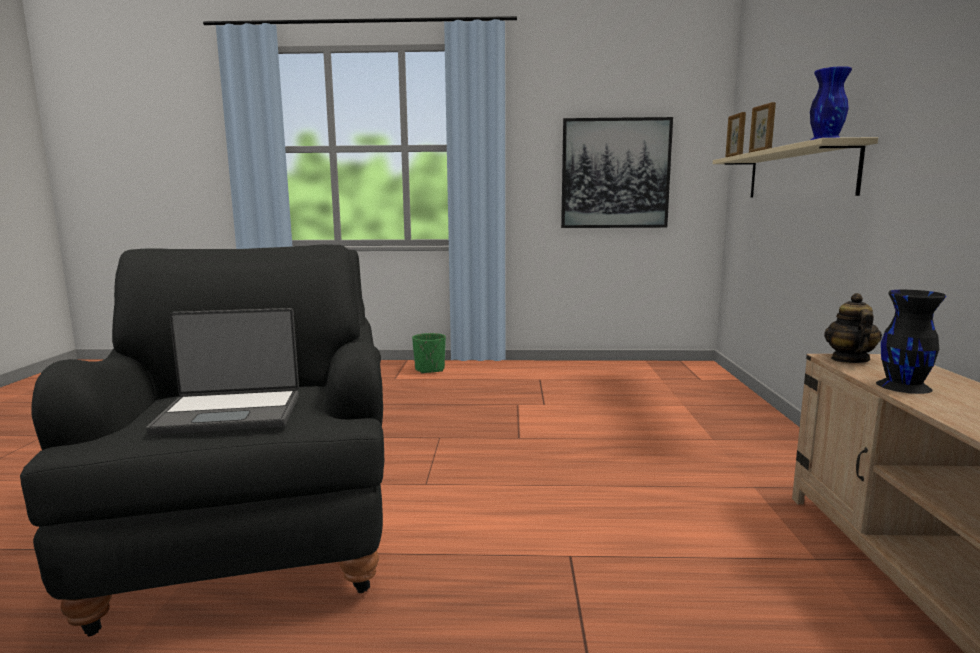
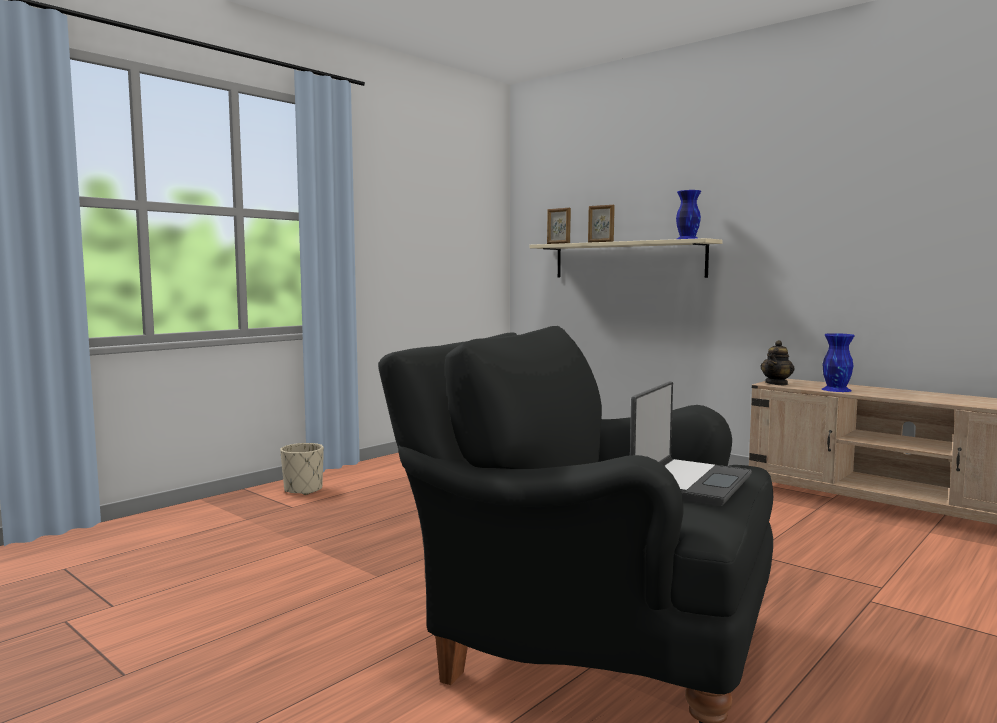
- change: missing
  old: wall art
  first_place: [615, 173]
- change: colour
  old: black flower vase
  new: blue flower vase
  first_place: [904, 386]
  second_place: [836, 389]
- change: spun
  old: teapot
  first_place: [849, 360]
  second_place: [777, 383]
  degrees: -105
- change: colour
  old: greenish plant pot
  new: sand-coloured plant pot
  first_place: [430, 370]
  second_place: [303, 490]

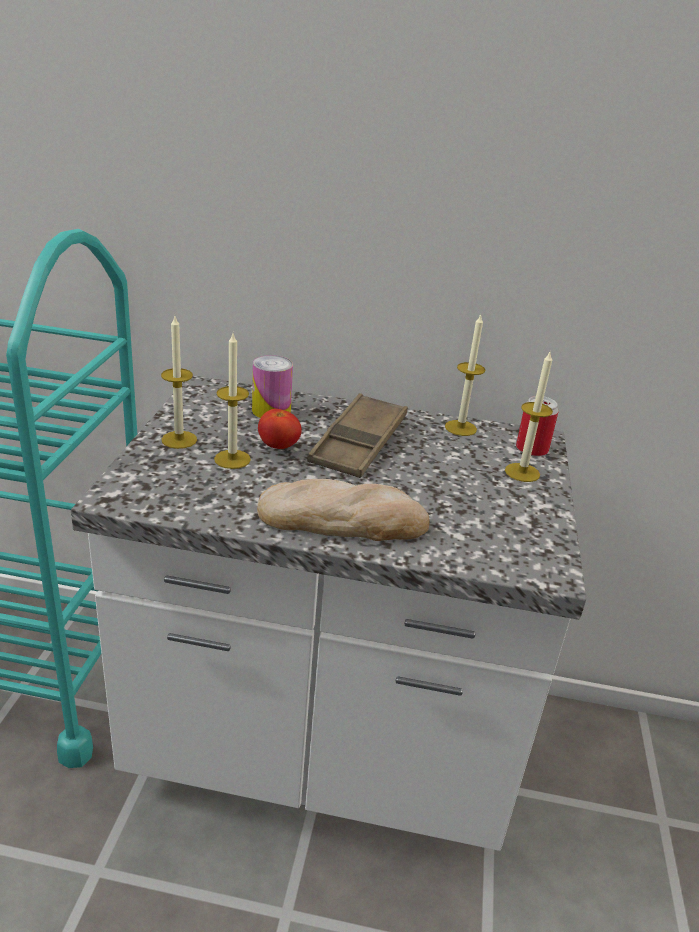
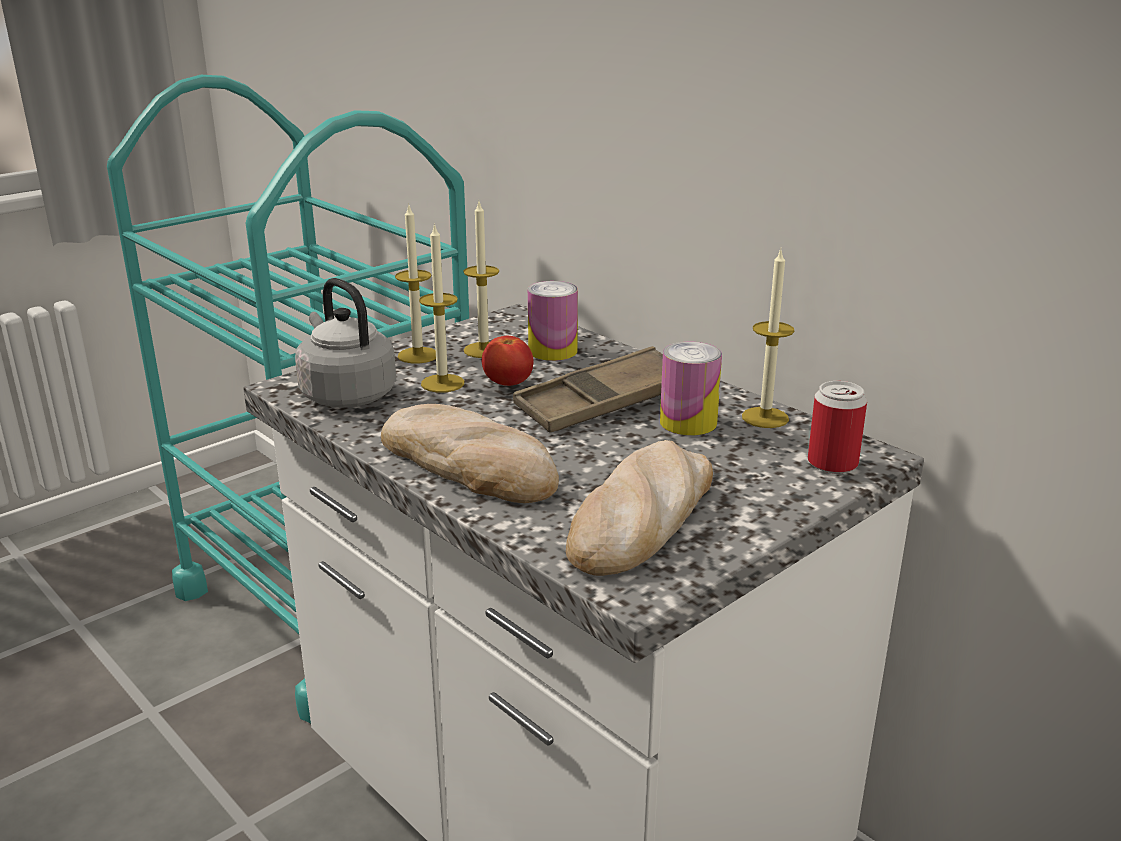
- change: relocated
  old: wax light
  first_place: [522, 472]
  second_place: [484, 350]
- change: appeared
  new: greyish tea kettle
  second_place: [346, 394]
- change: appeared
  new: metal can
  second_place: [688, 422]
- change: appeared
  new: baked bread
  second_place: [641, 517]

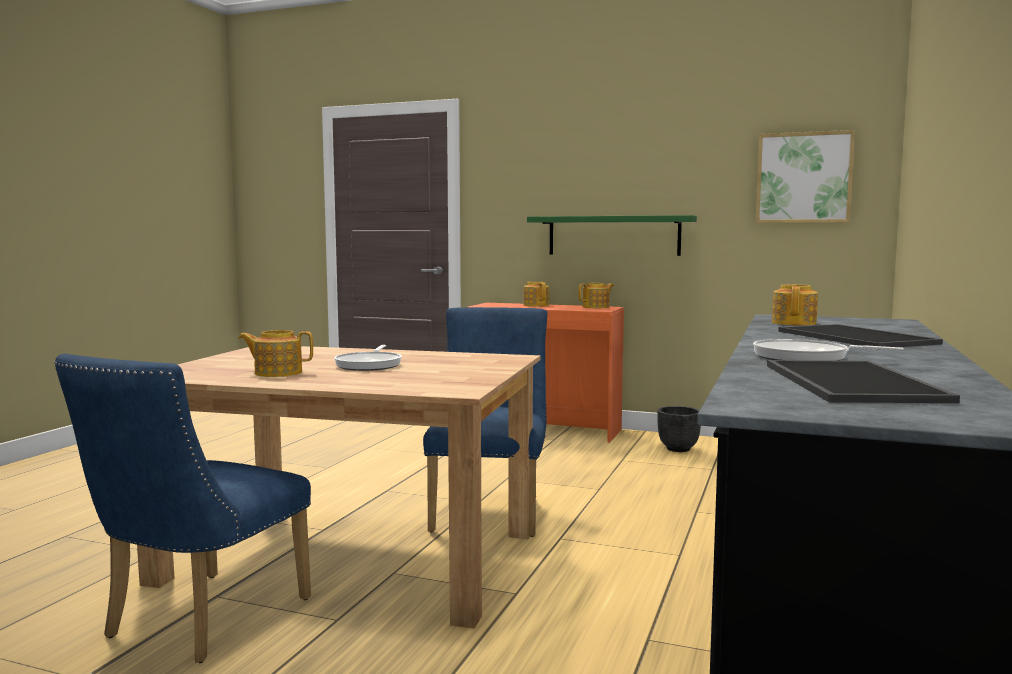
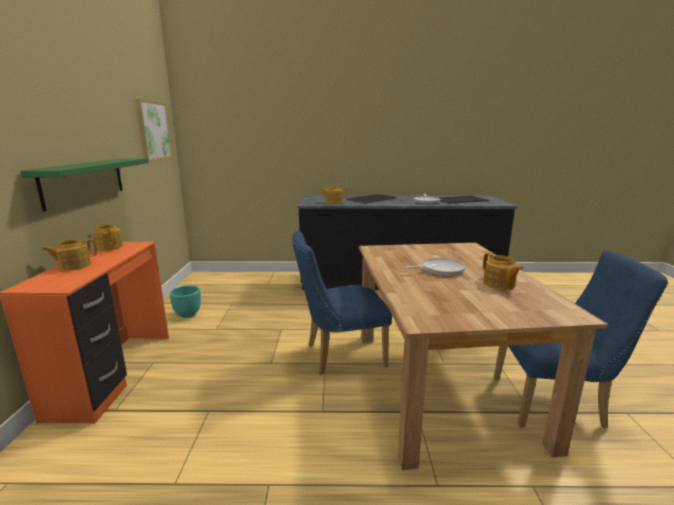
- change: colour
  old: black plant pot
  new: turquoise plant pot
  first_place: [678, 449]
  second_place: [187, 314]

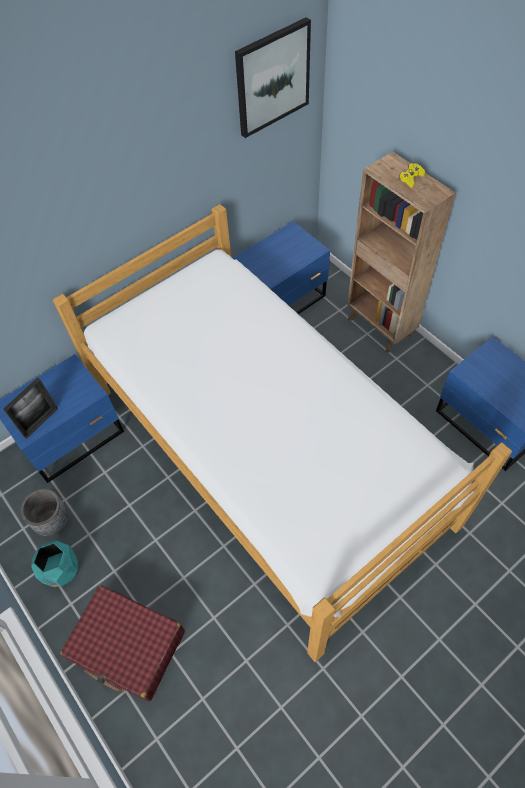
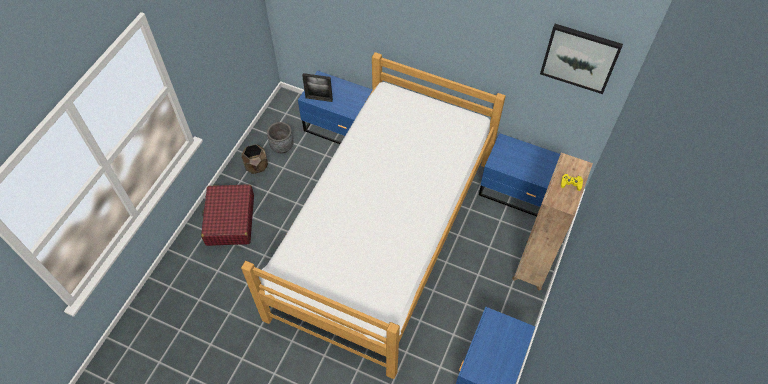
- change: colour
  old: turquoise plant pot
  new: brown plant pot
  first_place: [62, 570]
  second_place: [256, 166]

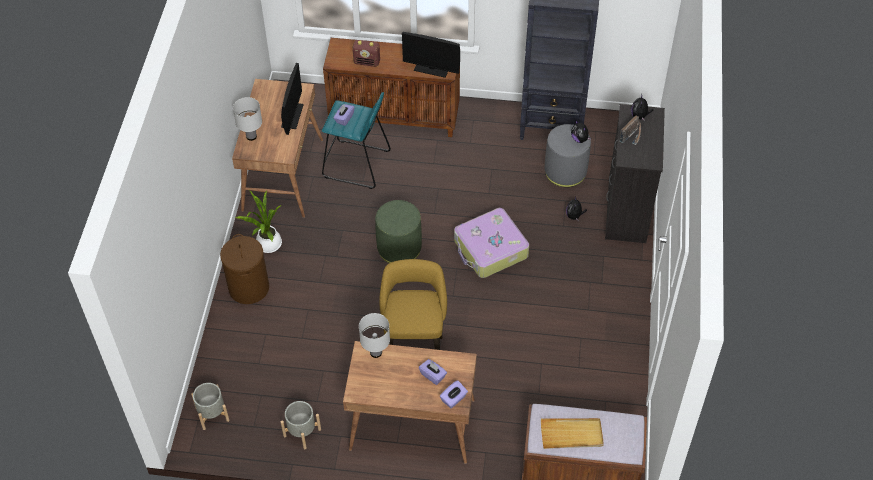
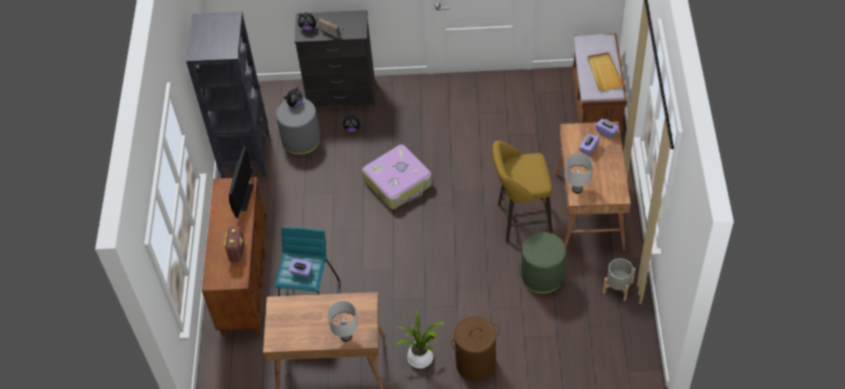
- change: missing
  old: computer display
  first_place: [292, 115]
- change: relocated
  old: greenish pouffe
  first_place: [399, 247]
  second_place: [542, 276]
- change: missing
  old: greyish plant pot
  first_place: [212, 414]

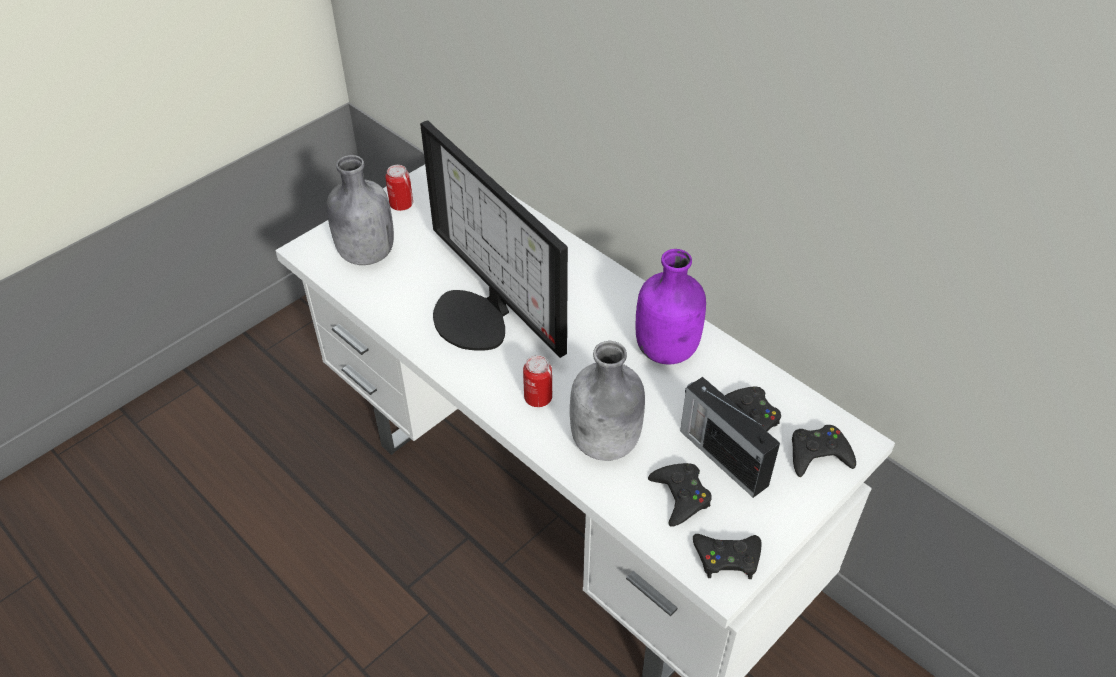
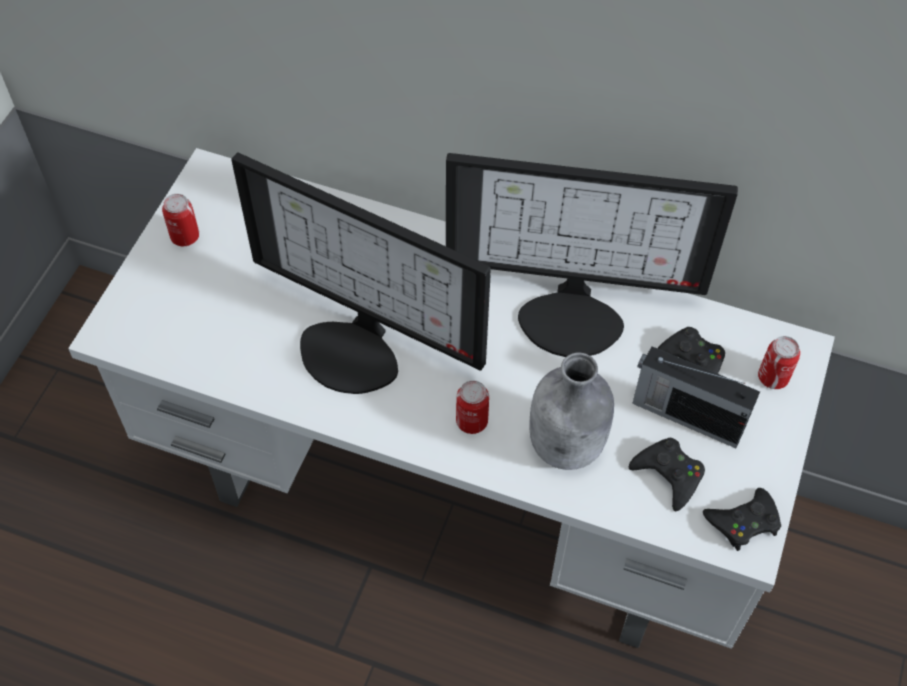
- change: missing
  old: greyish beverage bottle
  first_place: [365, 254]
- change: exchanged
  old: purplish beverage bottle
  new: computer display
  first_place: [667, 349]
  second_place: [573, 314]
- change: exchanged
  old: black game controller
  new: metal can
  first_place: [818, 455]
  second_place: [773, 377]

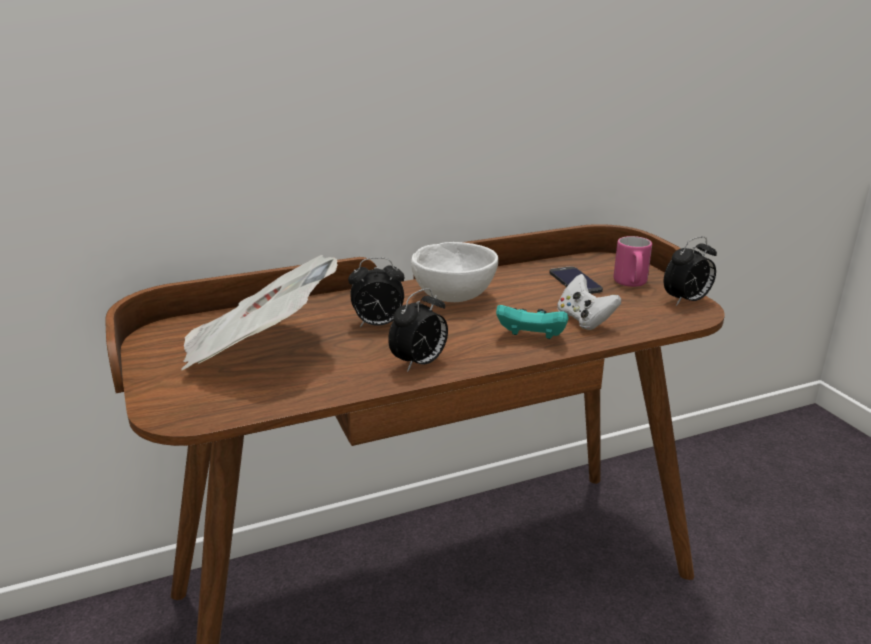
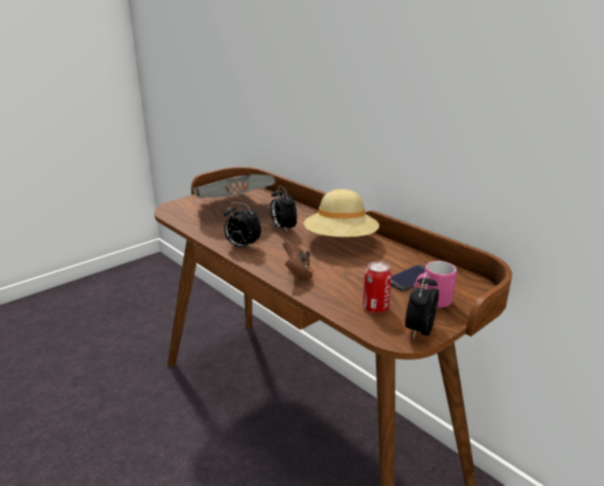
- change: spun
  old: alarm clock
  first_place: [686, 301]
  second_place: [419, 331]
  degrees: 75
- change: exchanged
  old: white-coloured bowl
  new: sand-coloured hat
  first_place: [453, 297]
  second_place: [340, 241]
- change: missing
  old: white-coloured game controller
  first_place: [584, 320]
- change: colour
  old: turquoise game controller
  new: brown game controller
  first_place: [531, 338]
  second_place: [297, 273]
- change: appeared
  new: metal can
  second_place: [375, 308]

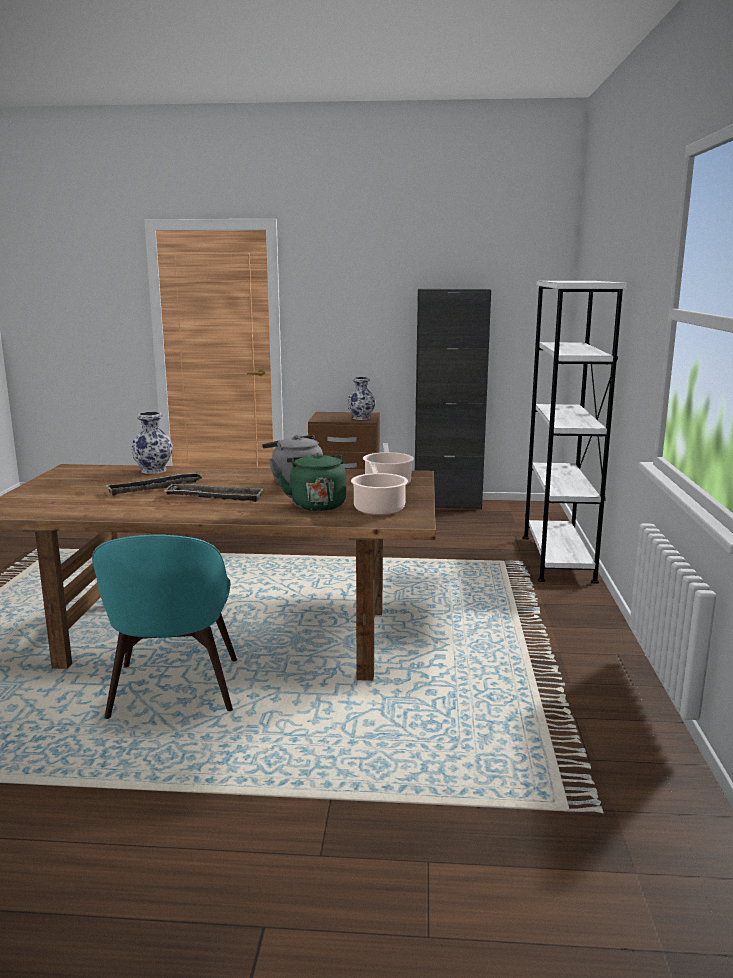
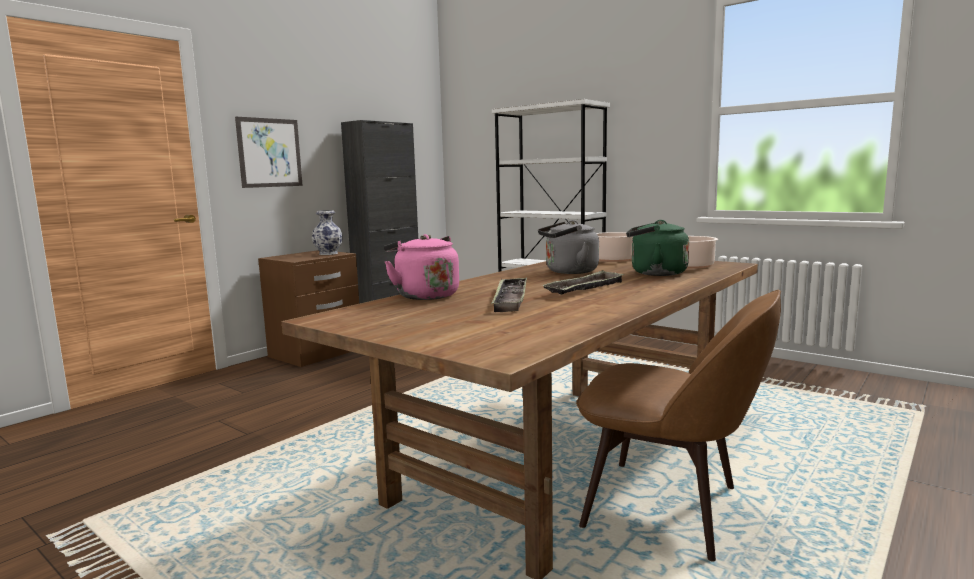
- change: exchanged
  old: flower vase
  new: pinkish tea kettle
  first_place: [154, 470]
  second_place: [424, 295]
- change: colour
  old: turquoise upright chair
  new: brown upright chair
  first_place: [174, 692]
  second_place: [669, 509]
- change: appeared
  new: wall art
  second_place: [269, 153]

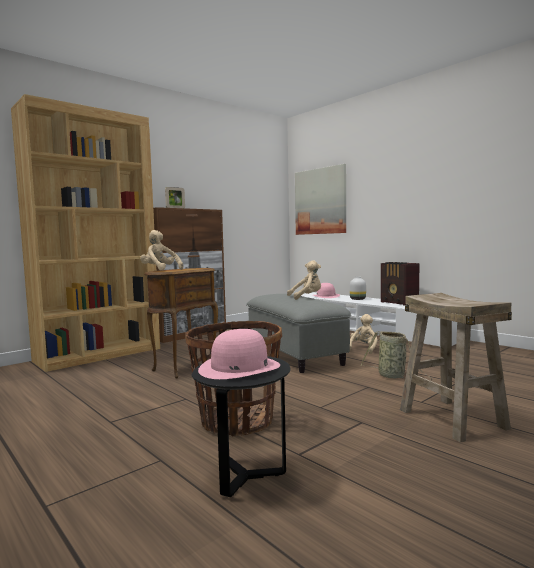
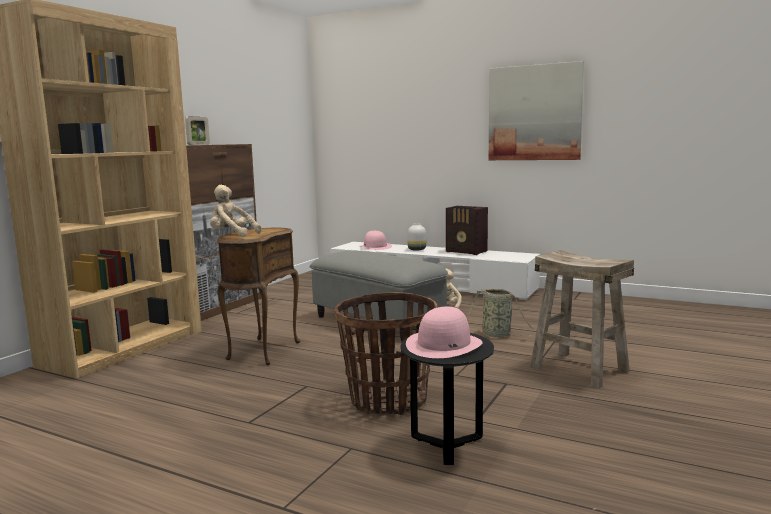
- change: relocated
  old: wall art
  first_place: [320, 201]
  second_place: [534, 113]
- change: missing
  old: sand-coloured cuddly toy
  first_place: [307, 297]

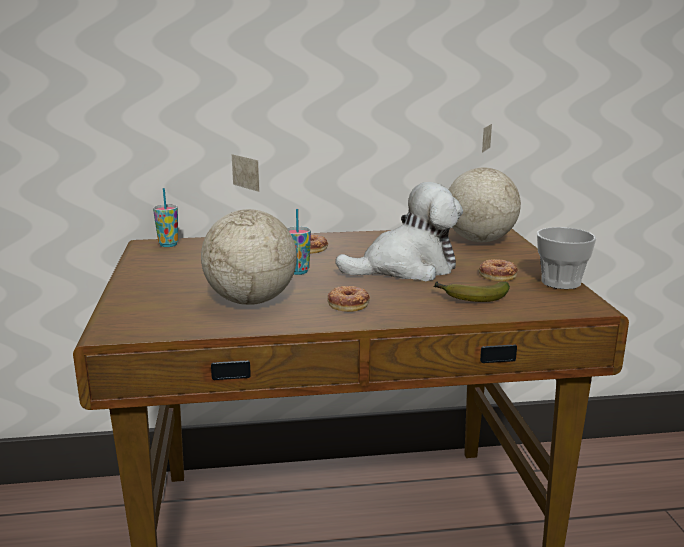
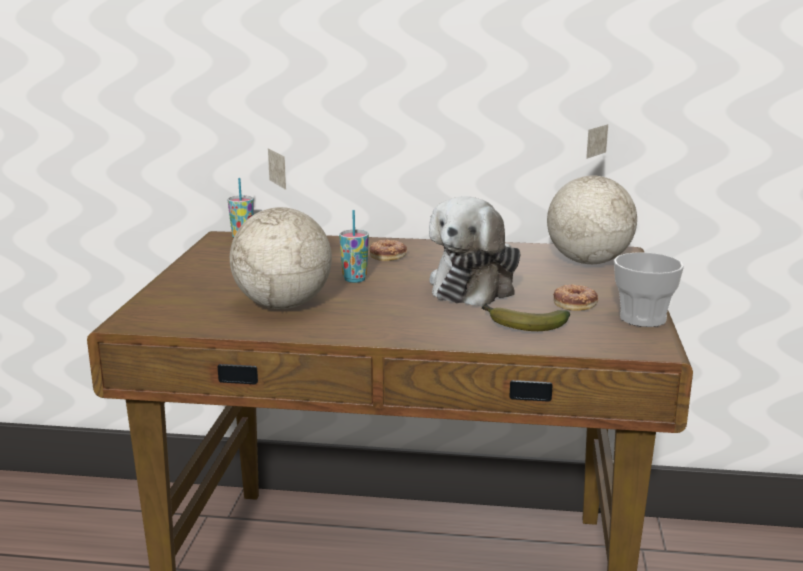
- change: spun
  old: cuddly toy
  first_place: [406, 268]
  second_place: [475, 286]
  degrees: 120
- change: missing
  old: ring doughnut
  first_place: [348, 303]

